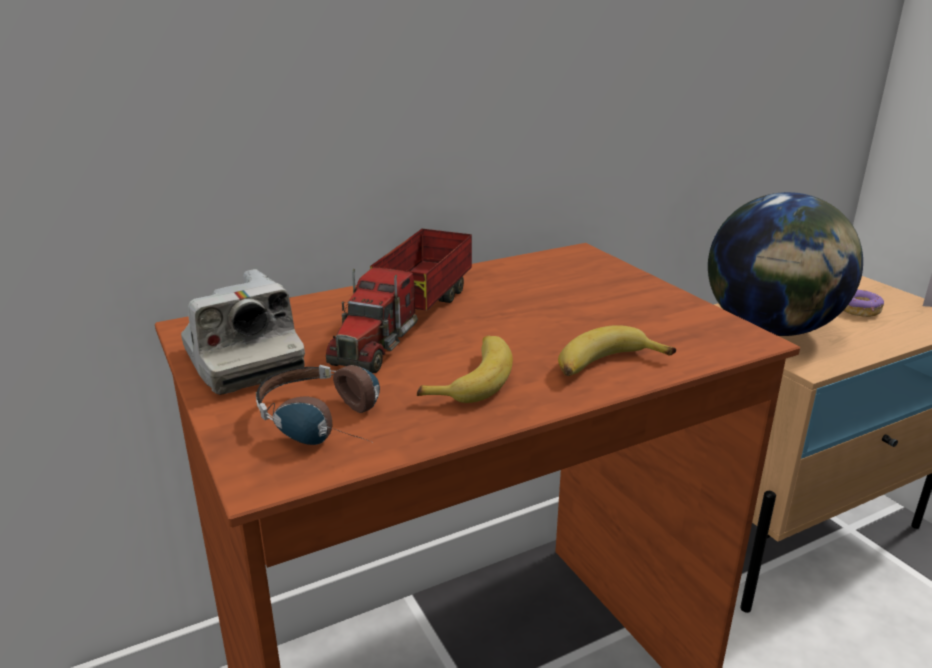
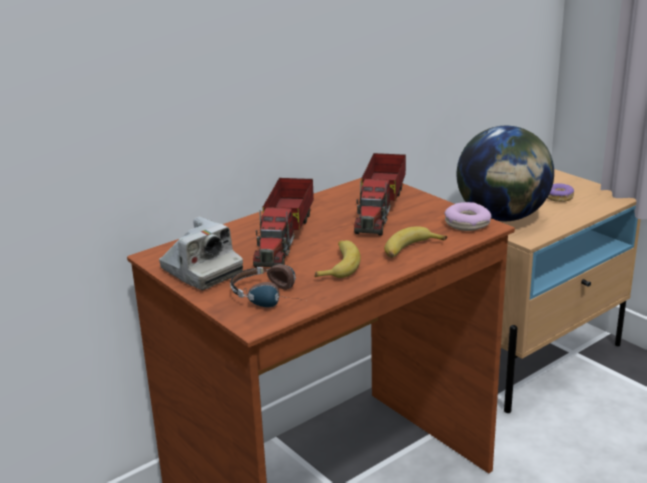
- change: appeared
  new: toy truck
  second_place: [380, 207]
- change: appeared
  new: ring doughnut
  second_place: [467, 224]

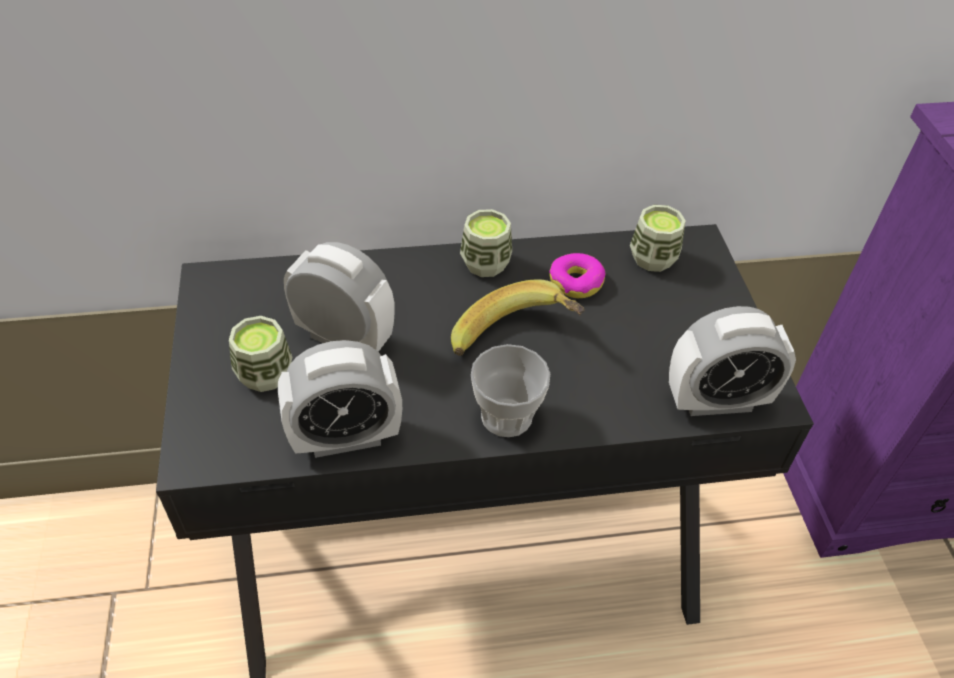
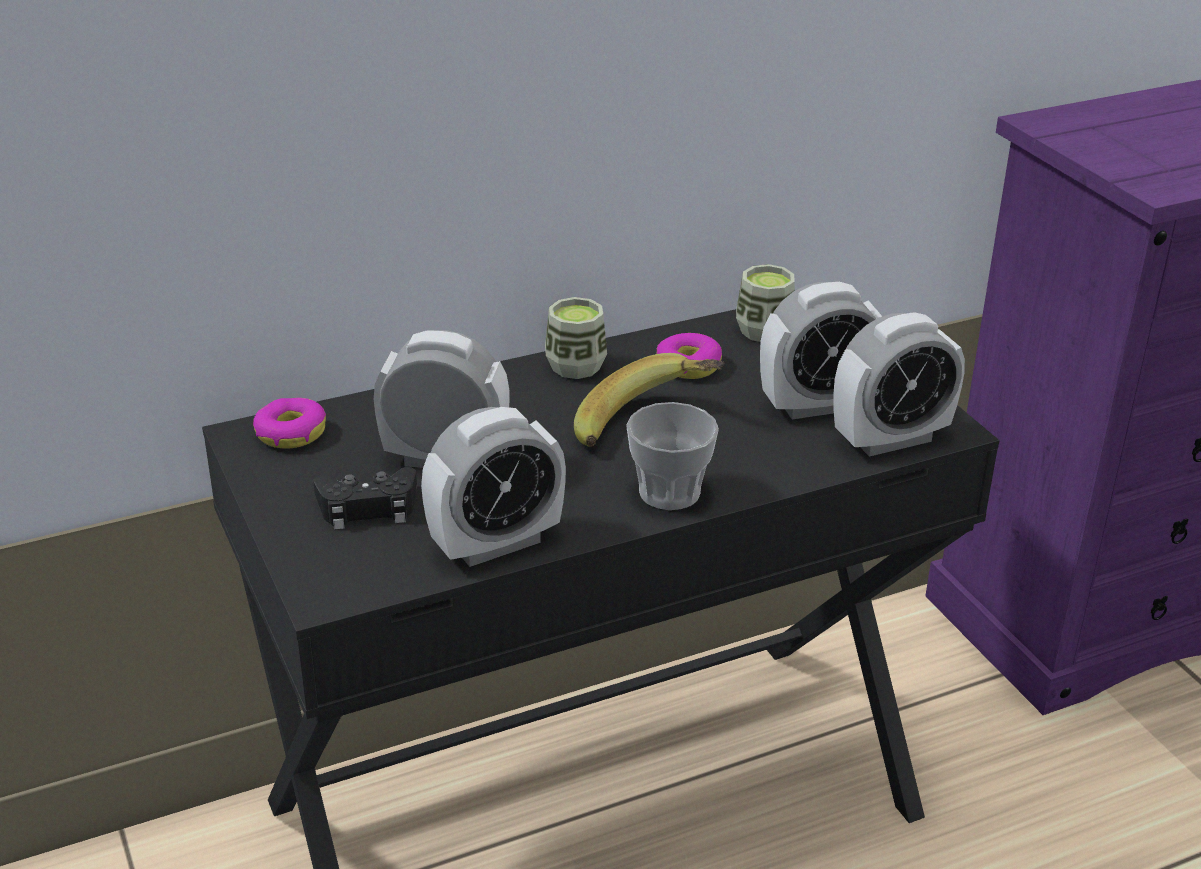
- change: exchanged
  old: drinking cup
  new: black game controller
  first_place: [265, 374]
  second_place: [368, 507]
- change: appeared
  new: alarm clock
  second_place: [818, 405]
- change: appeared
  new: ring doughnut
  second_place: [290, 433]

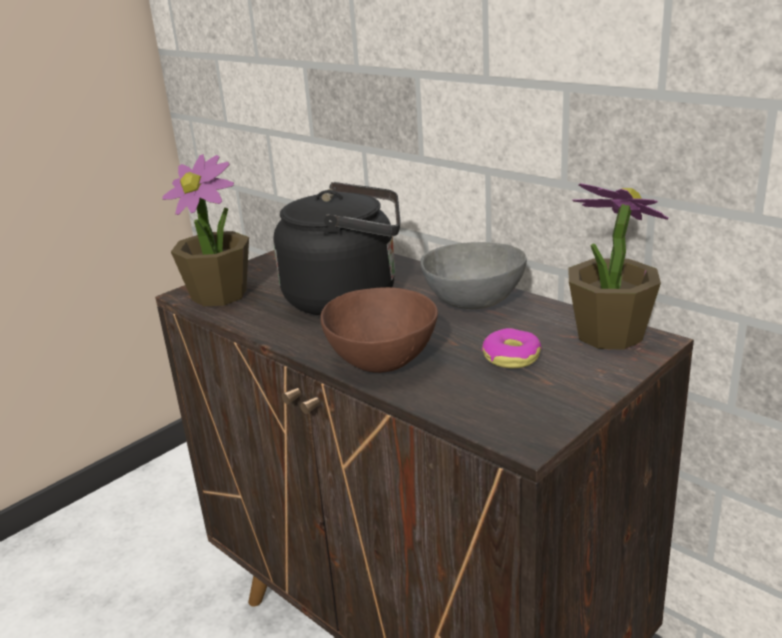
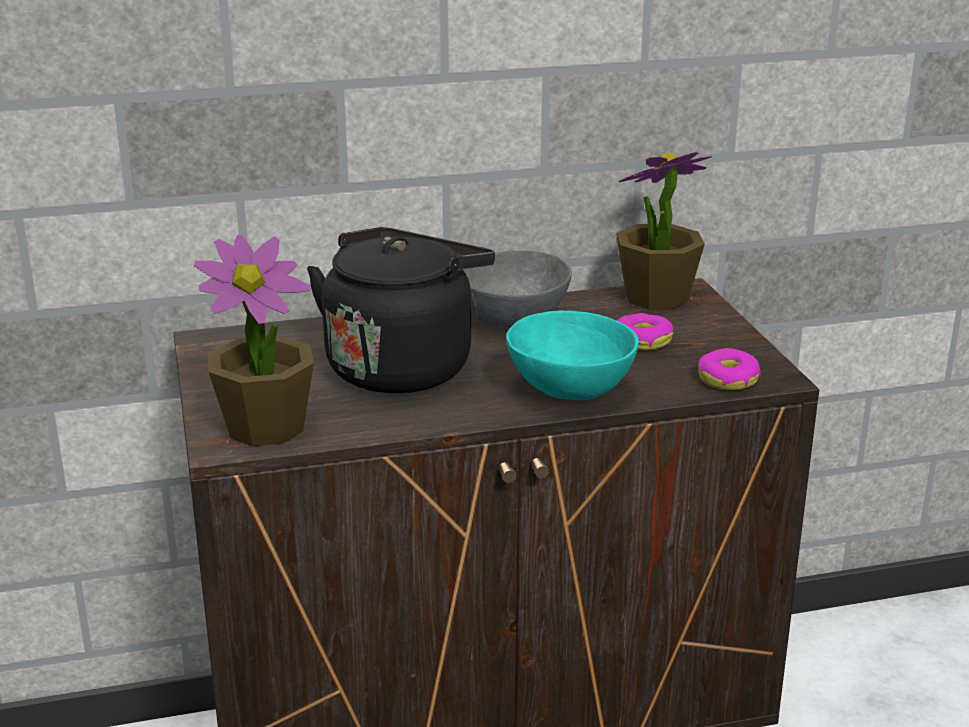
- change: colour
  old: brown bowl
  new: turquoise bowl
  first_place: [382, 359]
  second_place: [568, 389]
- change: appeared
  new: ring doughnut
  second_place: [727, 379]

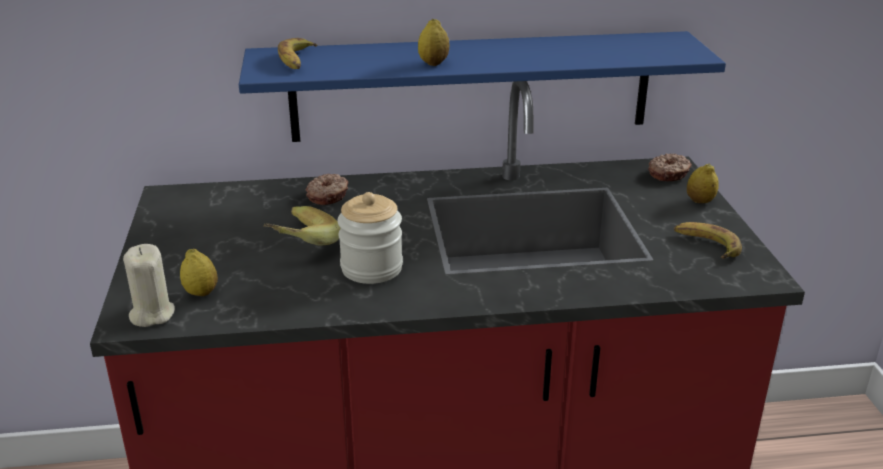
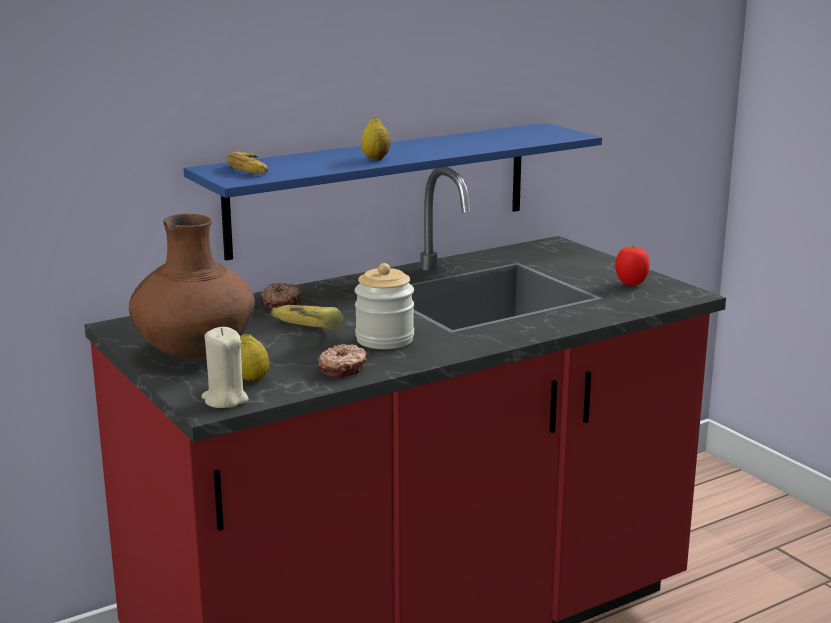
- change: relocated
  old: ring doughnut
  first_place: [669, 174]
  second_place: [343, 368]
- change: missing
  old: citrus fruit
  first_place: [700, 201]
- change: exchanged
  old: banana
  new: whole tomato
  first_place: [706, 245]
  second_place: [631, 284]
- change: appeared
  new: brown flower vase
  second_place: [195, 353]

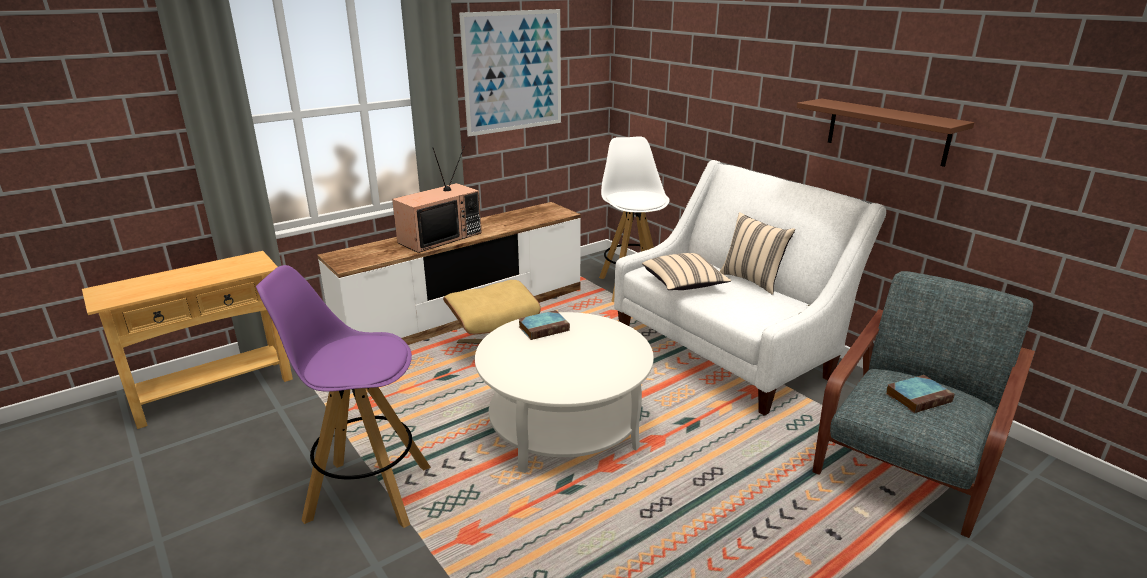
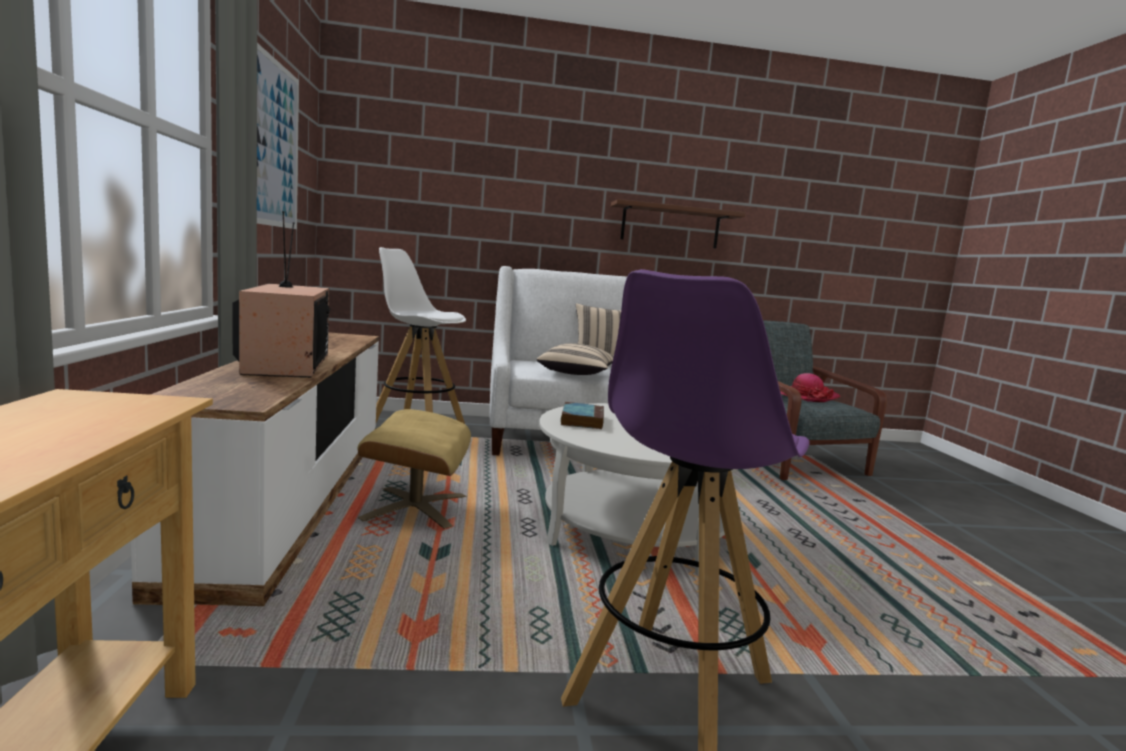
- change: exchanged
  old: book
  new: hat
  first_place: [918, 397]
  second_place: [806, 396]

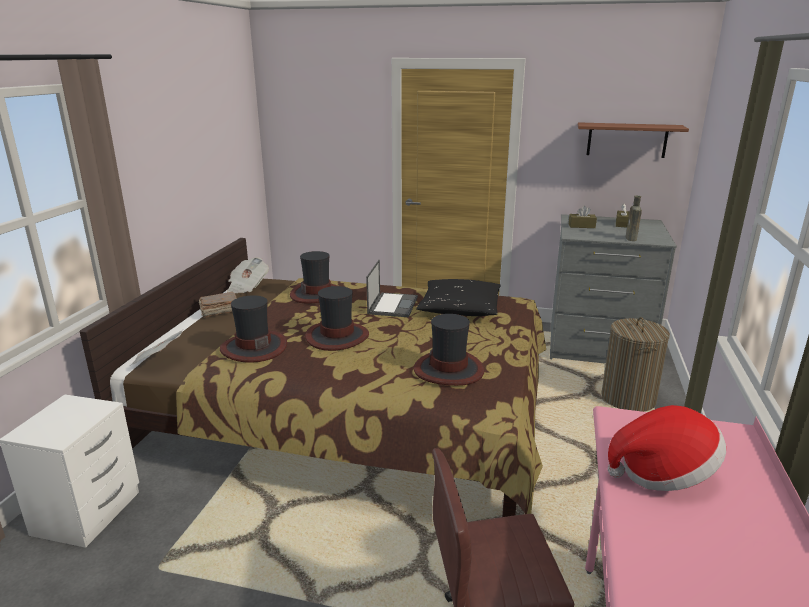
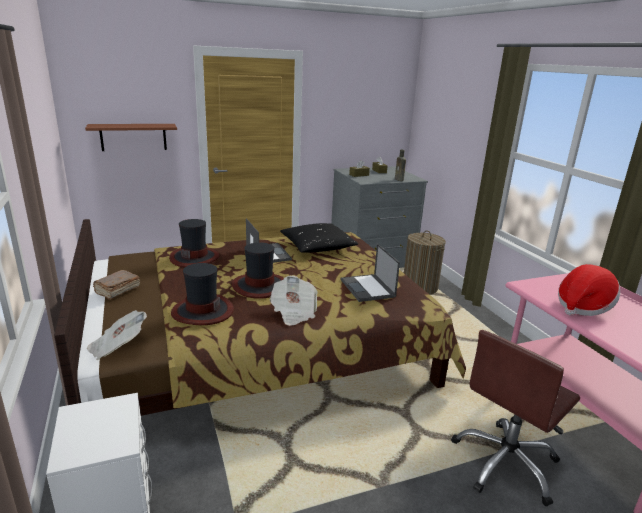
- change: relocated
  old: brown bracket shelf
  first_place: [627, 140]
  second_place: [133, 137]
- change: relocated
  old: newspaper
  first_place: [247, 287]
  second_place: [293, 312]
- change: exchanged
  old: hat
  new: portable computer
  first_place: [449, 370]
  second_place: [368, 288]

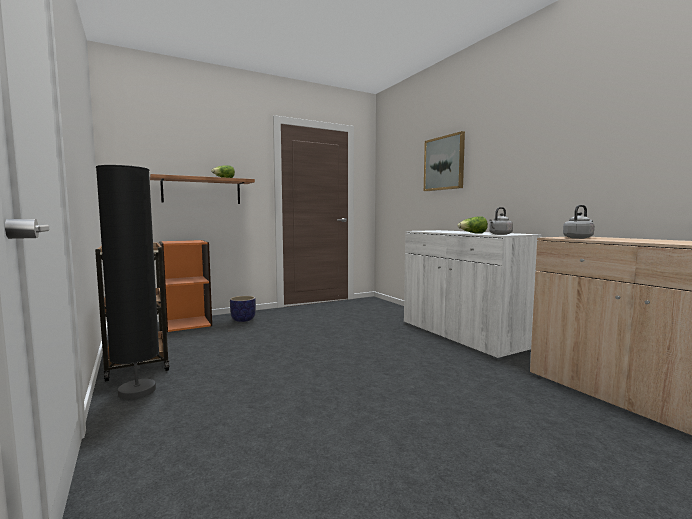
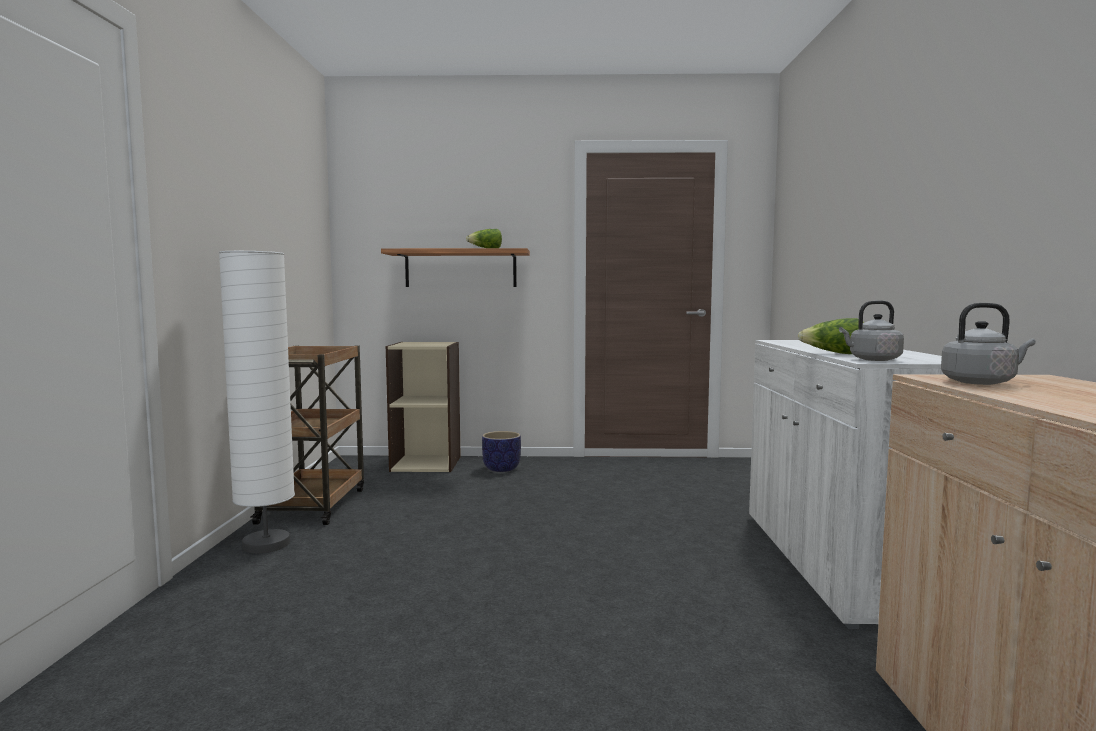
- change: missing
  old: wall art
  first_place: [444, 163]
- change: colour
  old: black standard lamp
  new: white-coloured standard lamp
  first_place: [137, 391]
  second_place: [266, 544]
- change: colour
  old: orangey bookcase
  new: sand-coloured bookcase
  first_place: [187, 323]
  second_place: [426, 463]

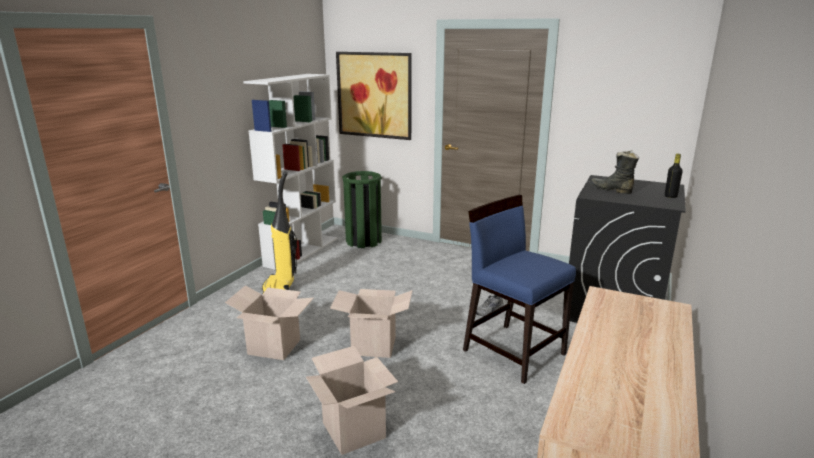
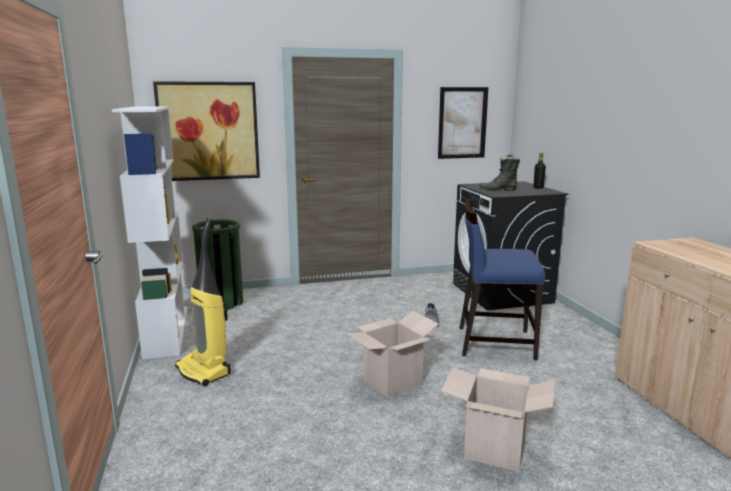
- change: missing
  old: cardboard box
  first_place: [274, 347]
- change: appeared
  new: wall art
  second_place: [462, 123]

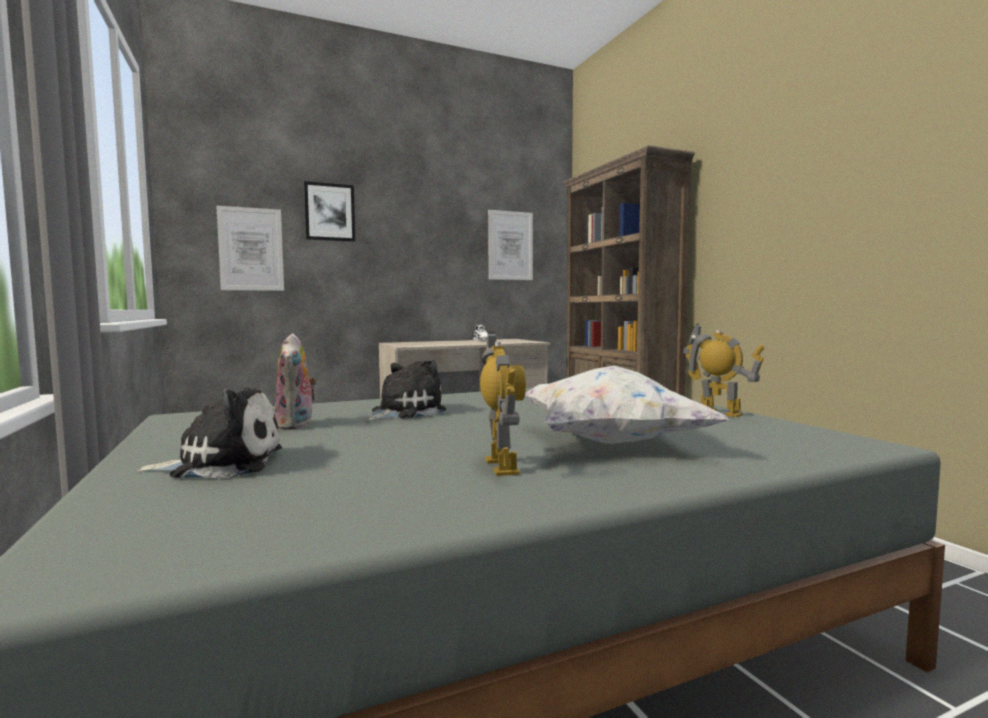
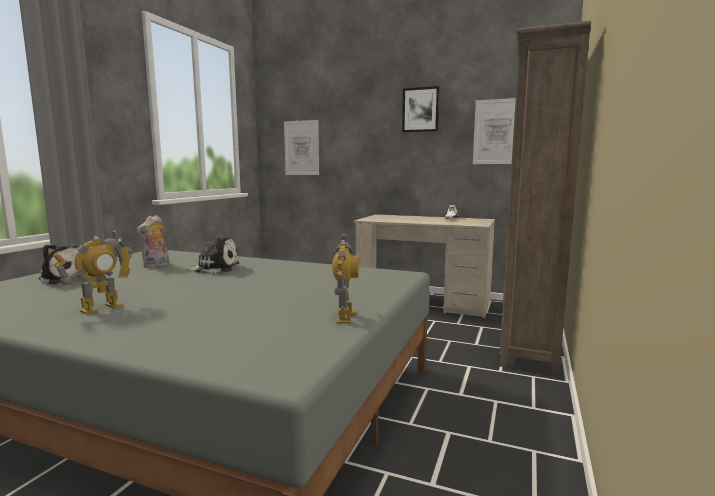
- change: relocated
  old: wall art
  first_place: [329, 212]
  second_place: [420, 110]
- change: missing
  old: white-coloured throw pillow
  first_place: [609, 442]

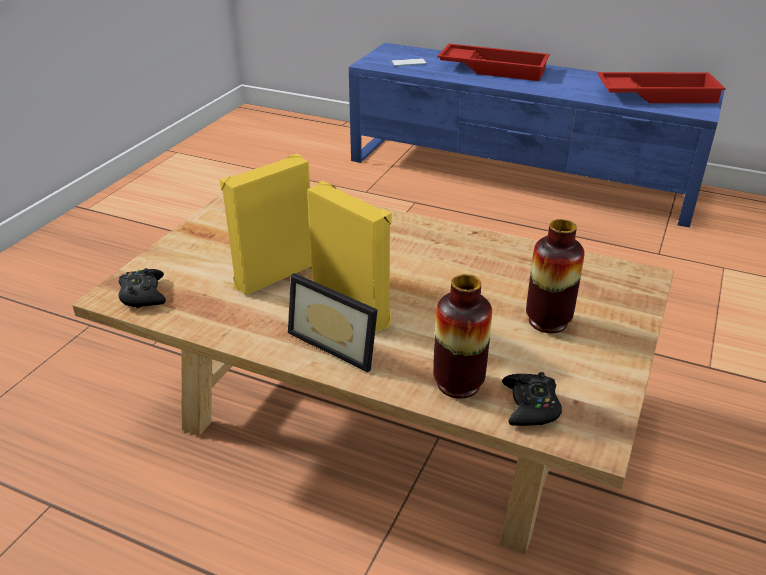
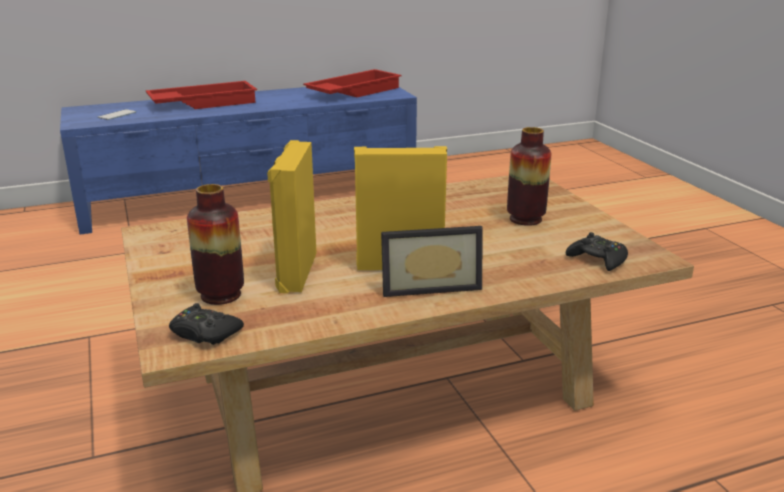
- change: relocated
  old: flower vase
  first_place: [458, 384]
  second_place: [221, 295]

